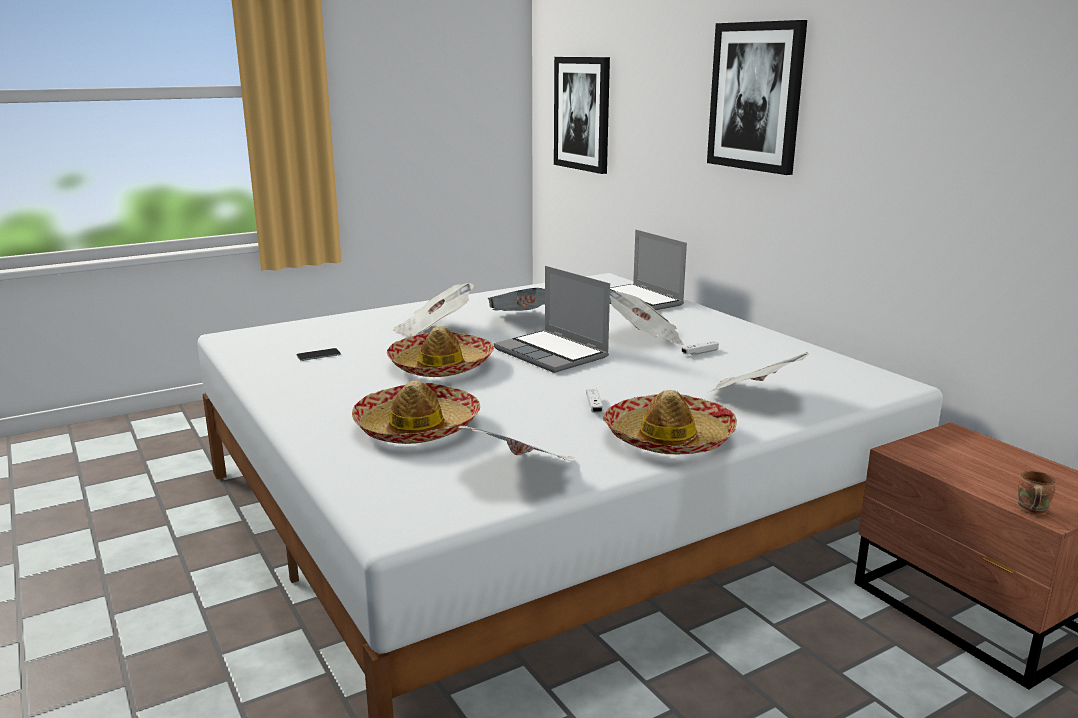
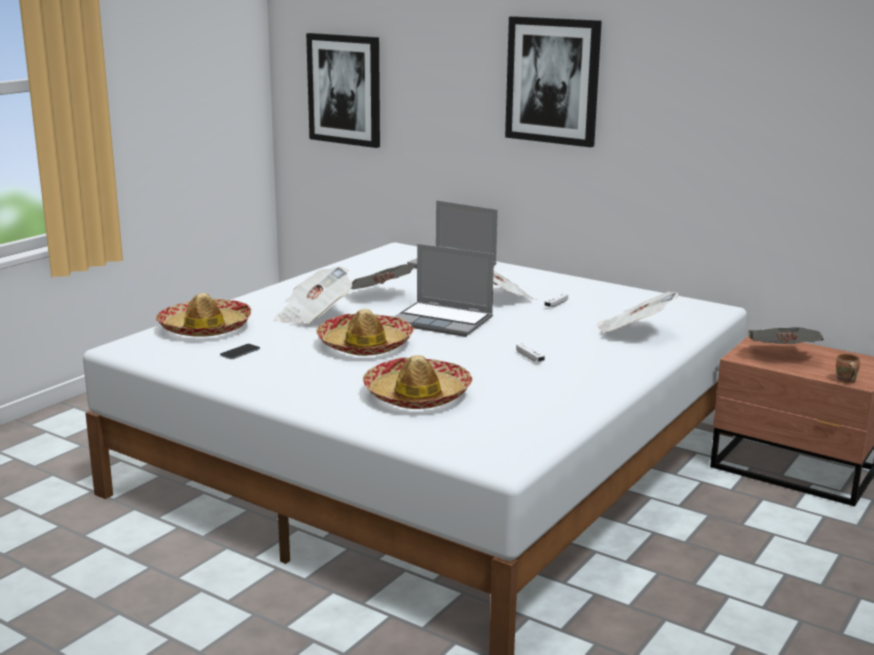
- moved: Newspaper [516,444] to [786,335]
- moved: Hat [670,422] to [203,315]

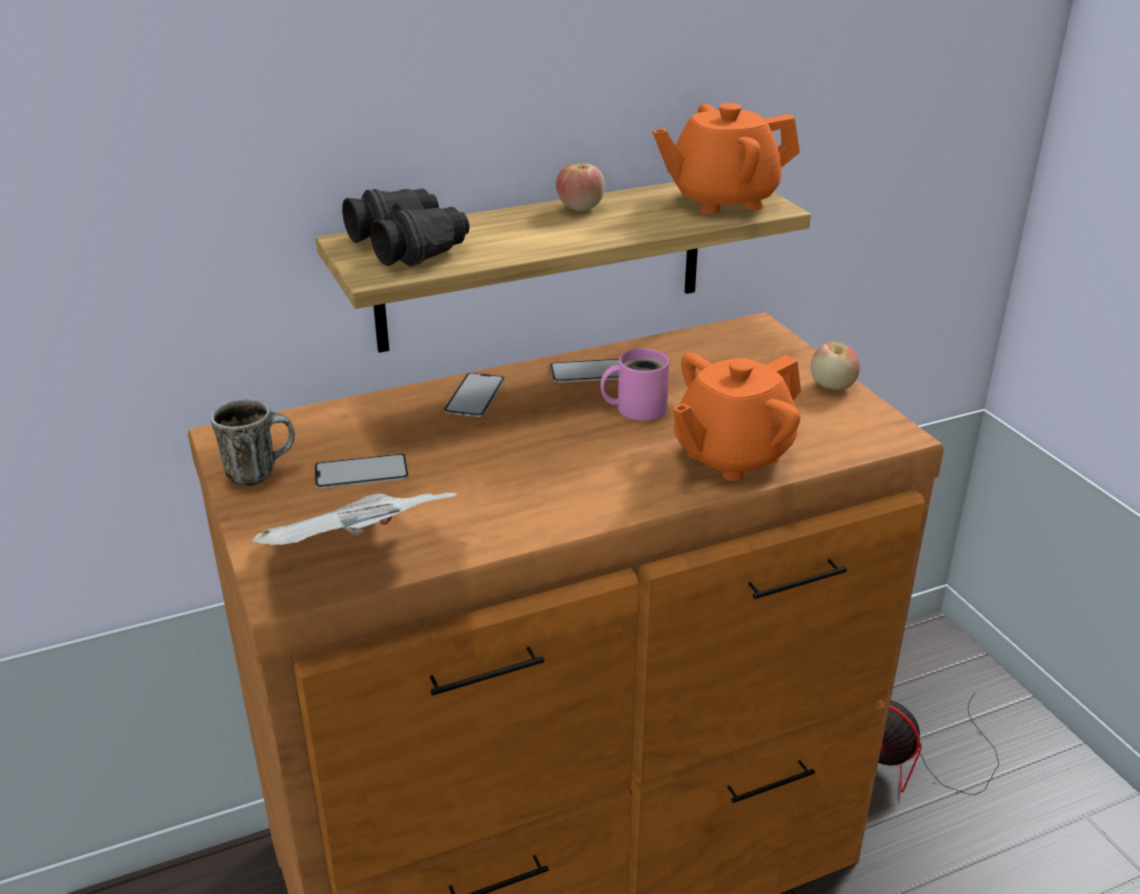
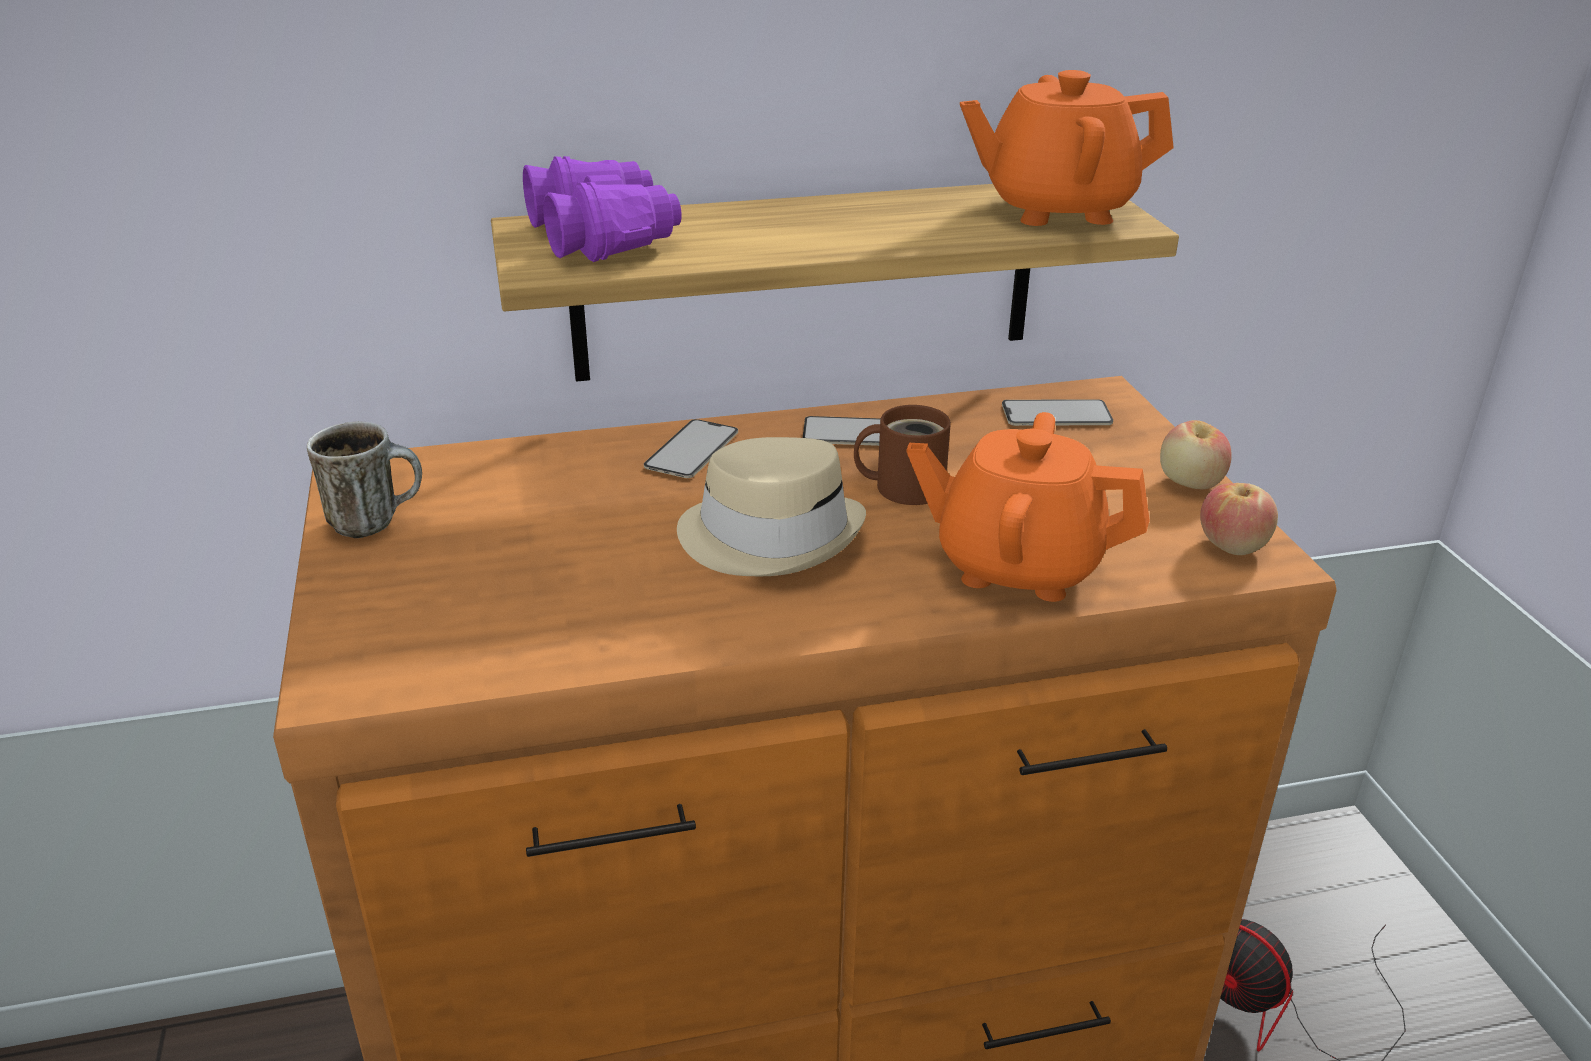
- removed: Newspaper [354,519]
- added: BeigeHat [771,507]
- moved: Phone [361,471] to [1057,412]
- moved: Apple [580,187] to [1239,519]
- recoloured: BlackBinoculars [405,227] to PurpleBinoculars [602,209]
- recoloured: PinkMug [634,384] to BrownMug [902,455]
- turned: OrangeTeapot [737,417] = [1028,507] 45 degrees clockwise

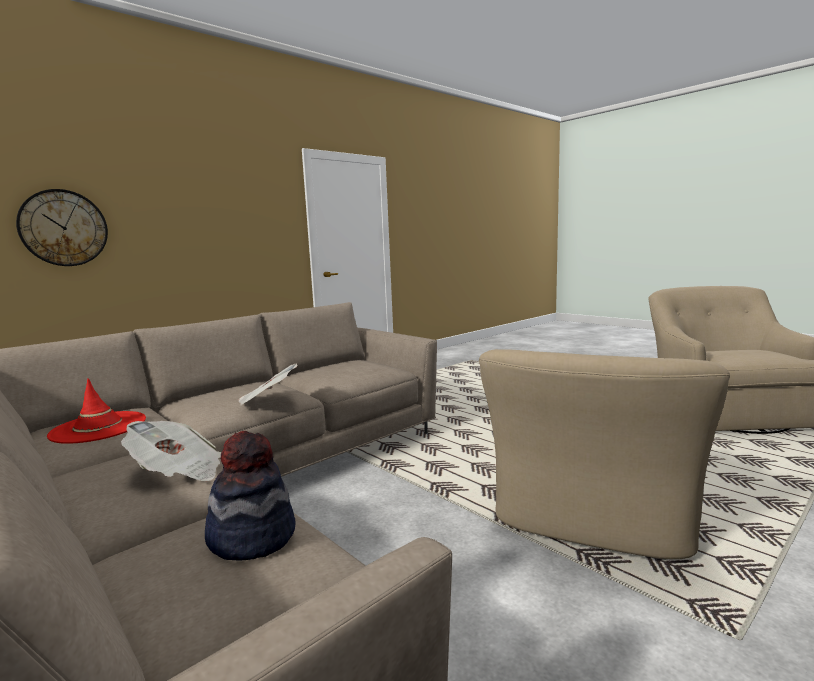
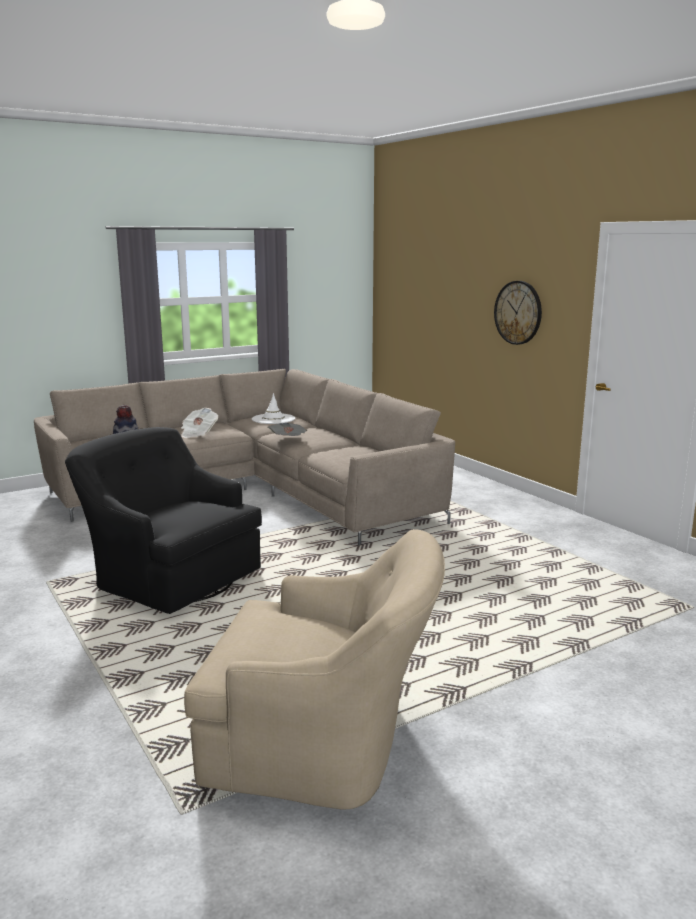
- moved: WallClock [62,227] to [518,313]
- recoloured: RedHat [96,411] to WhiteHat [273,408]
- recoloured: BeigeArmchair [604,454] to BlackArmchair [163,520]

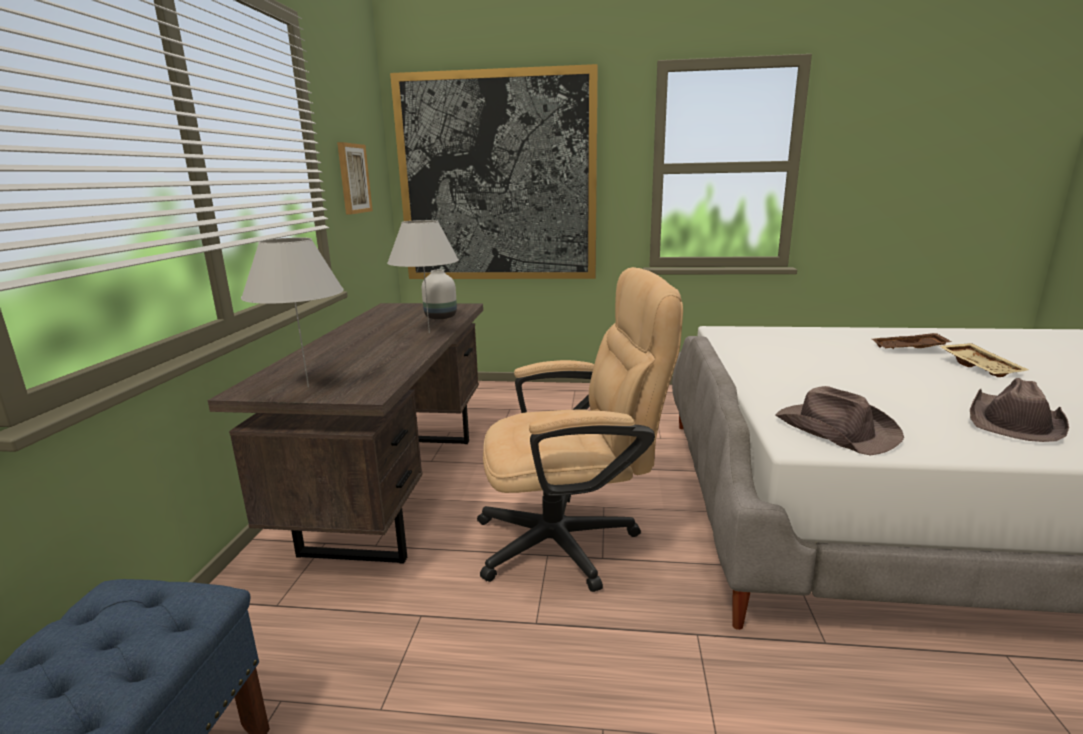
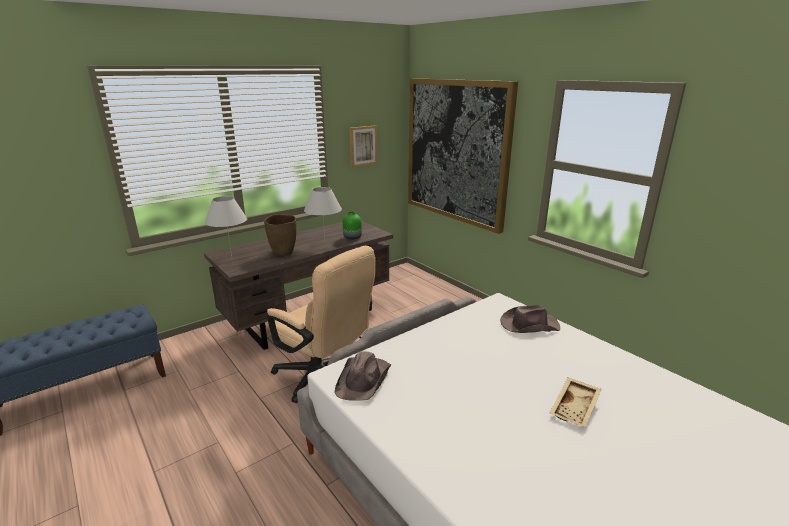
- removed: BrownTray [912,341]
- added: BrownVase [280,235]
- moved: BrownHat [1019,410] to [530,319]
- recoloured: WhiteVase [439,294] to GreenVase [352,225]

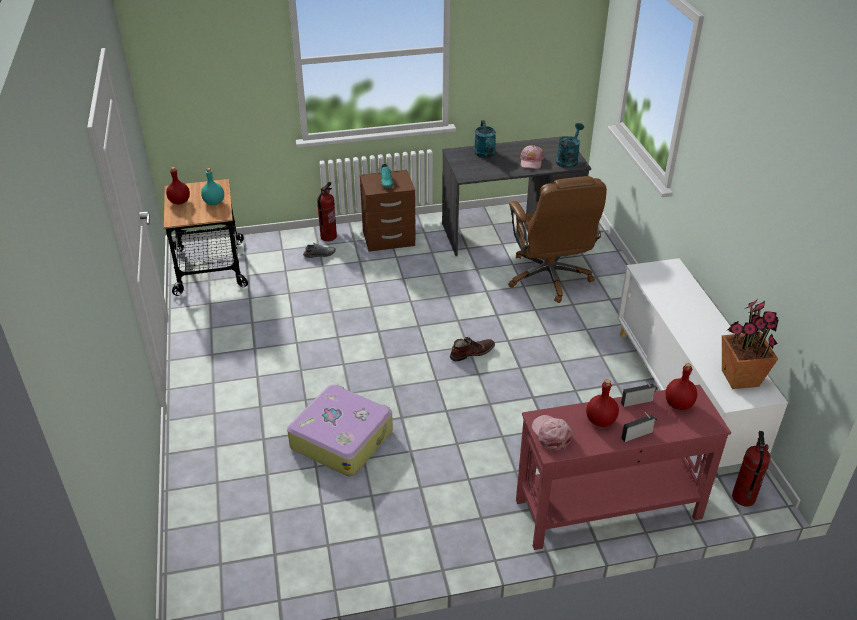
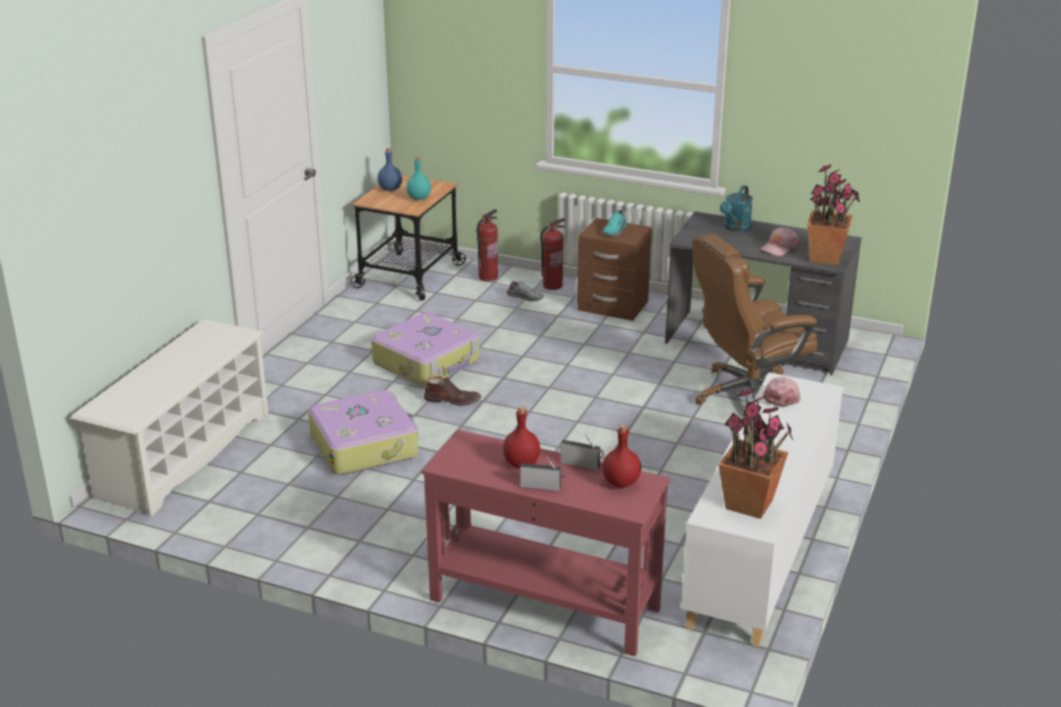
- added: WhiteShoeRack [170,418]
- added: Suitcase [425,349]
- moved: BrownBoot [472,349] to [452,391]
- moved: PinkCap [553,432] to [782,392]
- moved: FireExtinguisher [751,468] to [487,245]
- replaced: TurquoiseWateringCan [570,145] to PottedPlant [833,214]
- recoloured: RedBottle [178,185] to BlueBottle [389,169]
- turned: BrownOfficeChair [557,239] = [755,319] 45 degrees clockwise

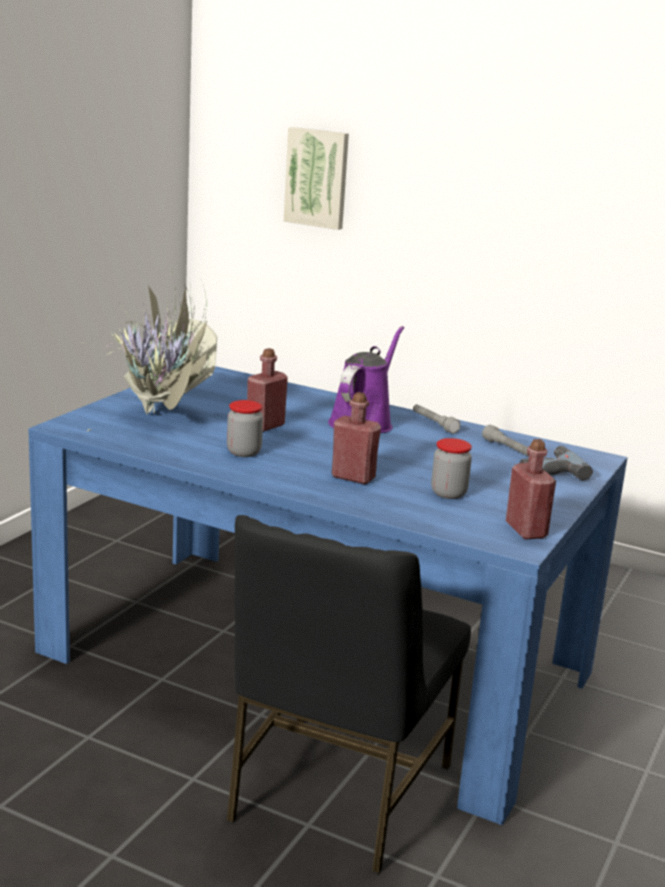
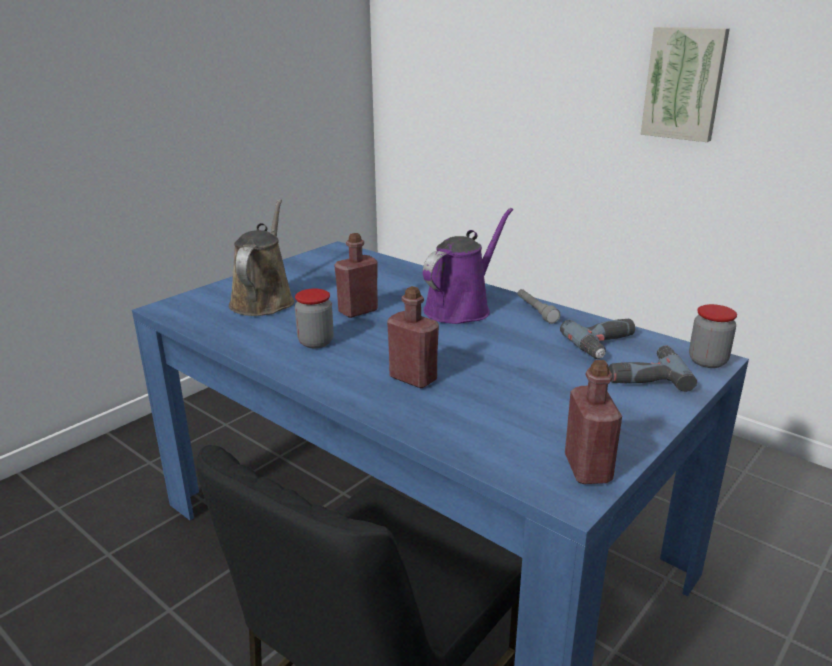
- moved: Picture [316,178] to [685,84]
- moved: Jar [451,468] to [713,336]
- replaced: PottedPlant [152,349] to BrownWateringCan [261,257]
- replaced: GreyFlashlight [505,441] to PowerDrill [597,339]

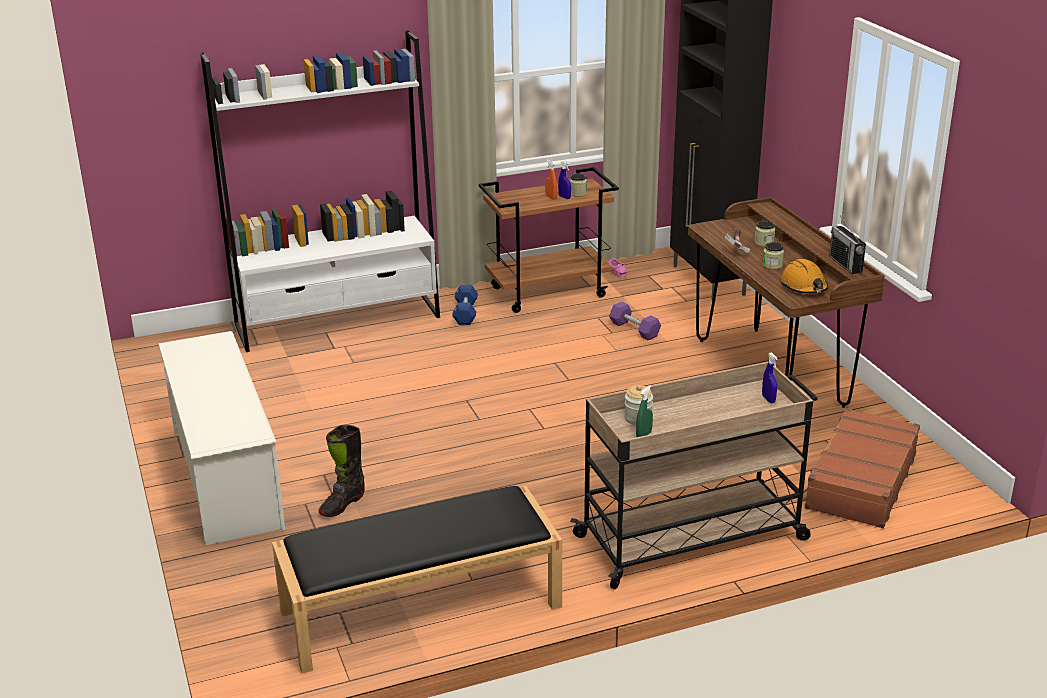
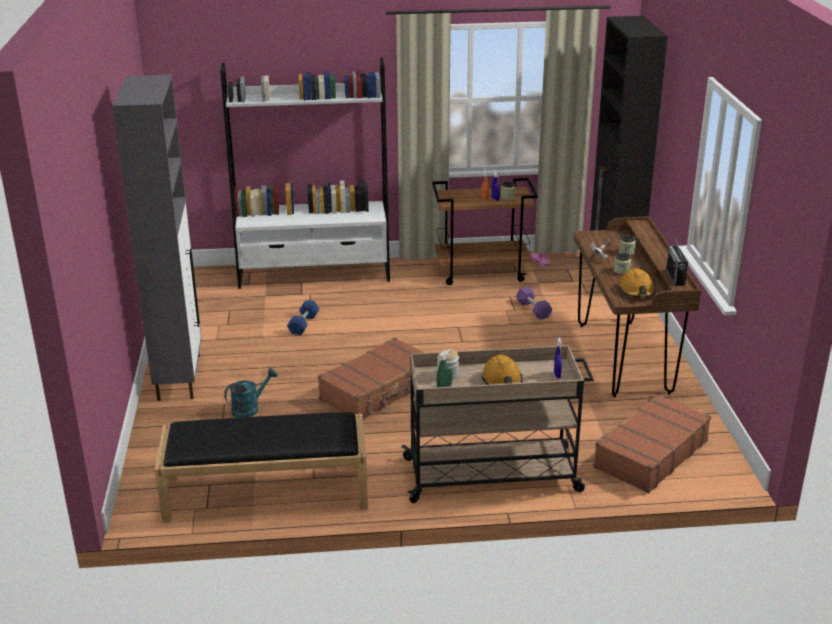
- added: BrownSuitcase [371,377]
- added: OrangeHardHat [502,370]
- moved: BlueDumbbell [465,305] to [303,317]
- replaced: WhiteShoeRack [221,438] to GreyCabinet [156,238]
- replaced: BlackBoot [341,471] to TurquoiseWateringCan [251,393]

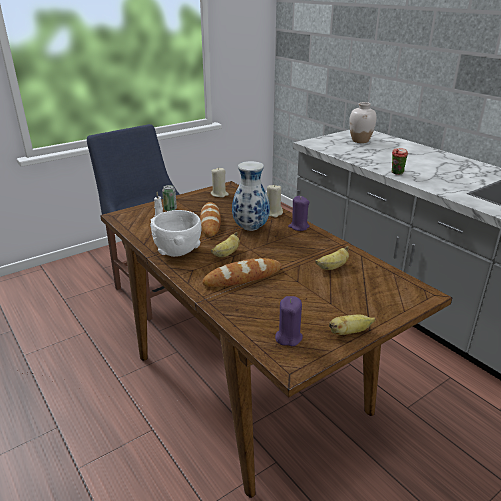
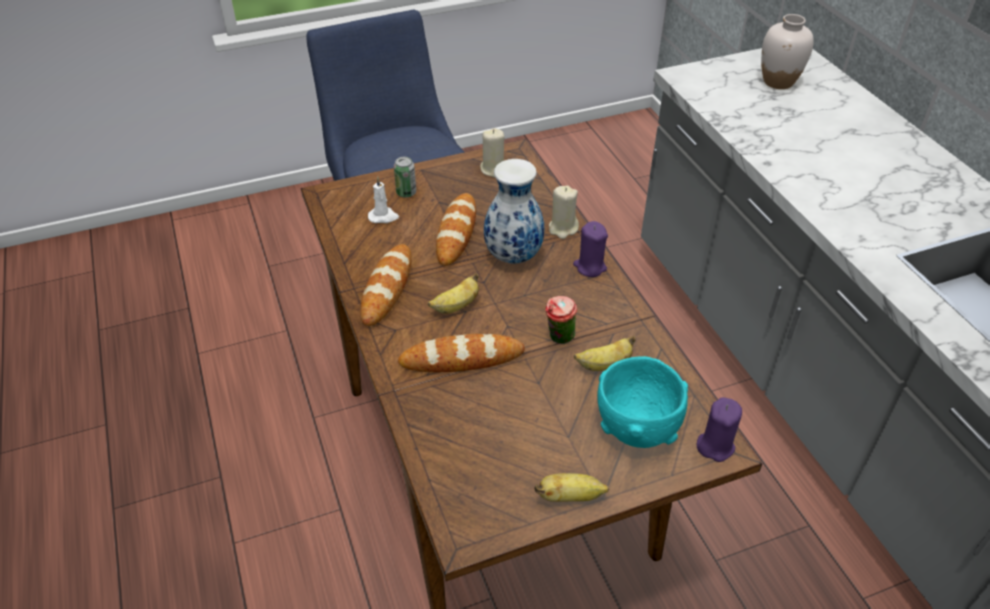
- added: TurquoiseBowl [642,402]
- moved: PurpleCandle [289,321] to [719,429]
- moved: Cup [399,161] to [561,320]
- replaced: WhiteBowl [175,233] to Bread [386,285]

